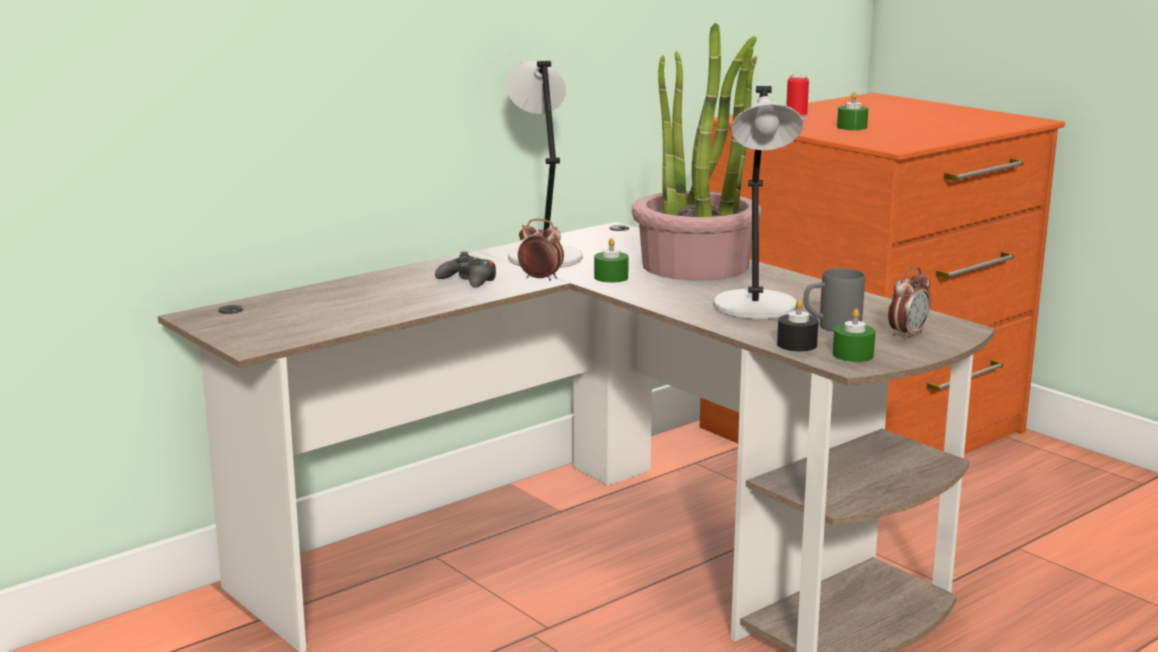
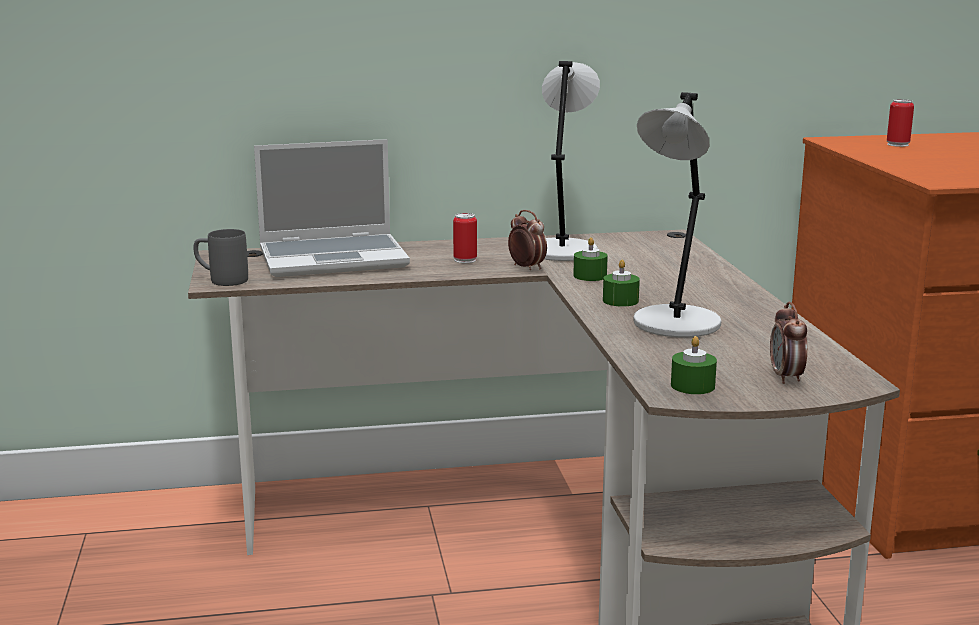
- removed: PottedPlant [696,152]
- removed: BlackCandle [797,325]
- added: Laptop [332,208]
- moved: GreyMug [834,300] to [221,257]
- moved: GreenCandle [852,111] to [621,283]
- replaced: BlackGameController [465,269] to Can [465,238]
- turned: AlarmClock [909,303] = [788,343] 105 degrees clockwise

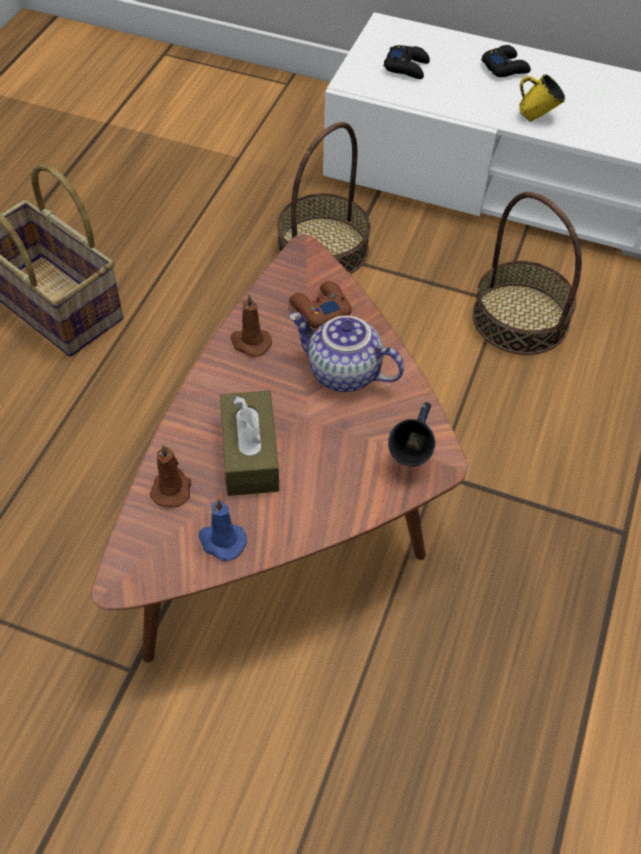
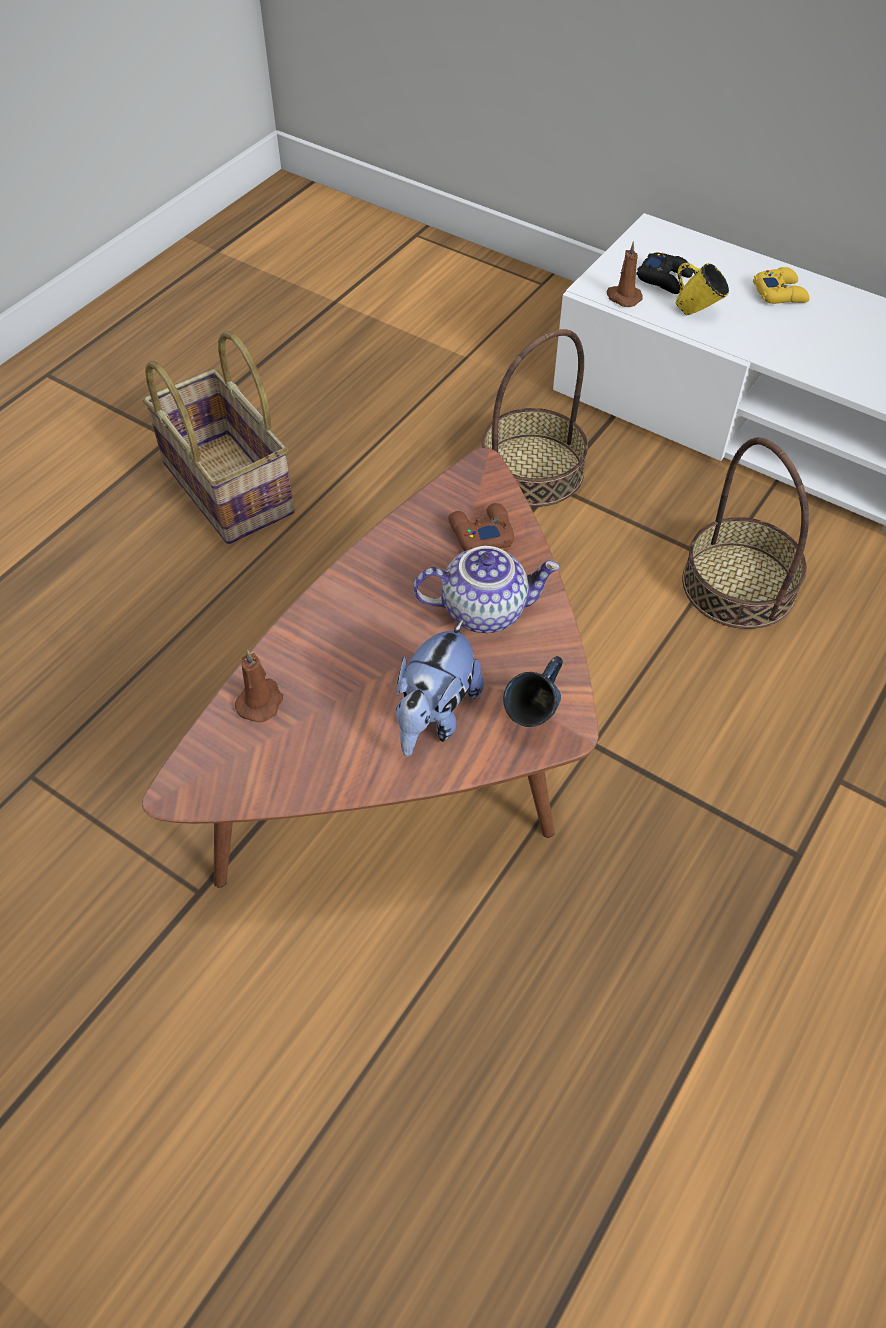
- removed: BlueCandle [223,529]
- removed: BrownTissueBox [249,443]
- added: PlushToy [440,688]
- moved: BrownCandle [251,325] to [625,274]
- moved: YellowMug [542,98] to [702,289]
- recoloured: BlackGameController [506,61] to YellowGameController [781,285]
- turned: Teapot [346,352] = [486,589] 135 degrees clockwise

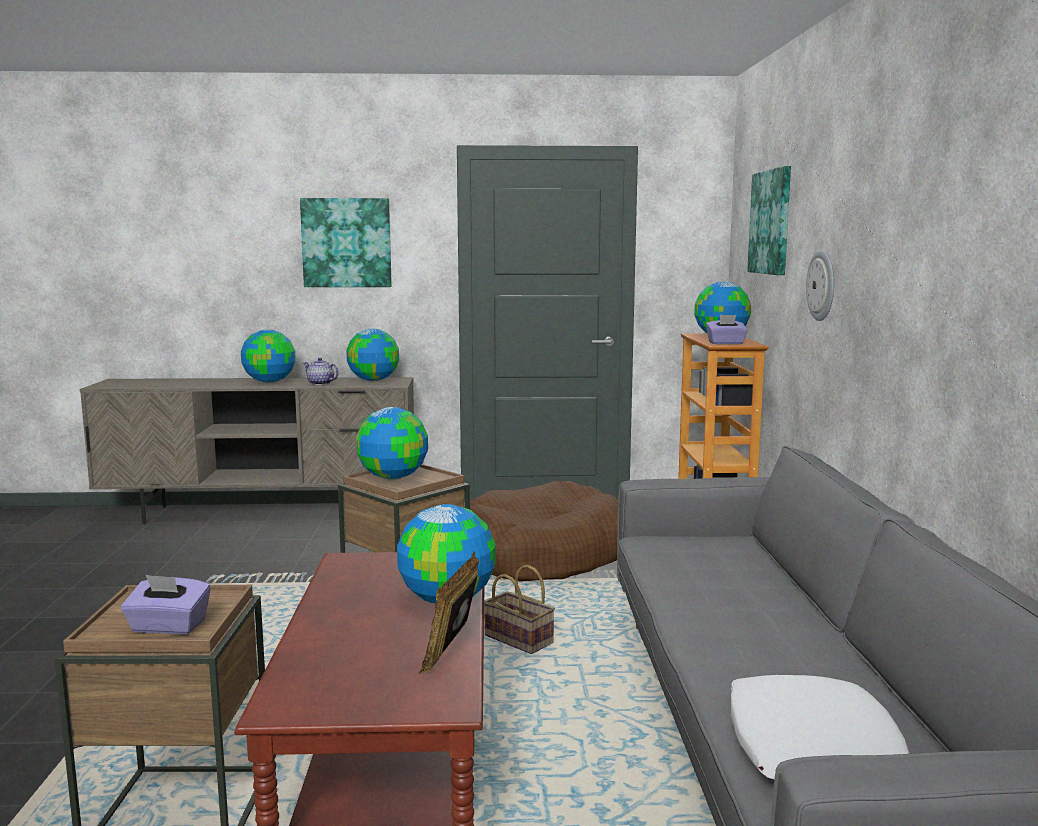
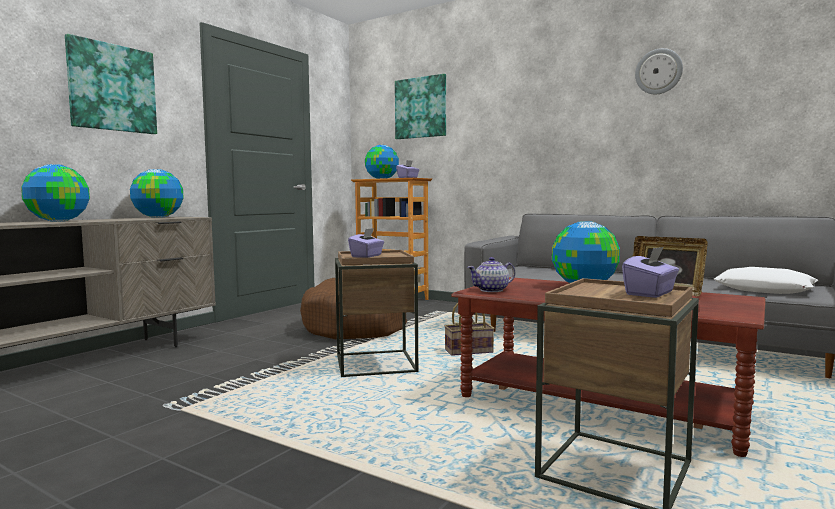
- moved: Teapot [321,371] to [491,274]
- moved: WallClock [820,285] to [659,71]
- replaced: Globe [392,443] to PurpleTissueBox [366,243]

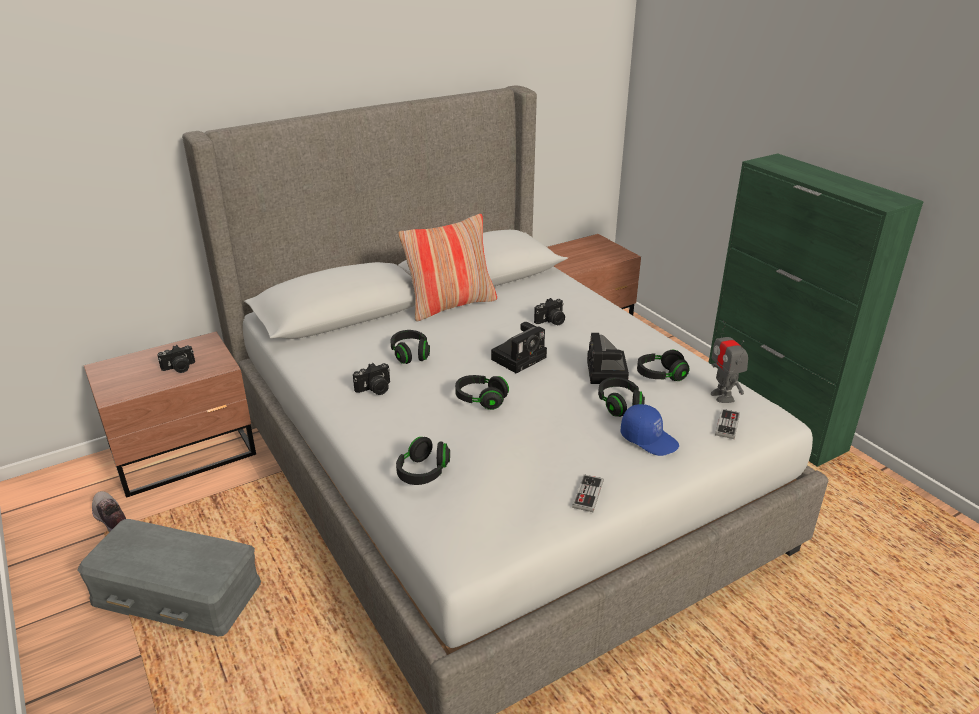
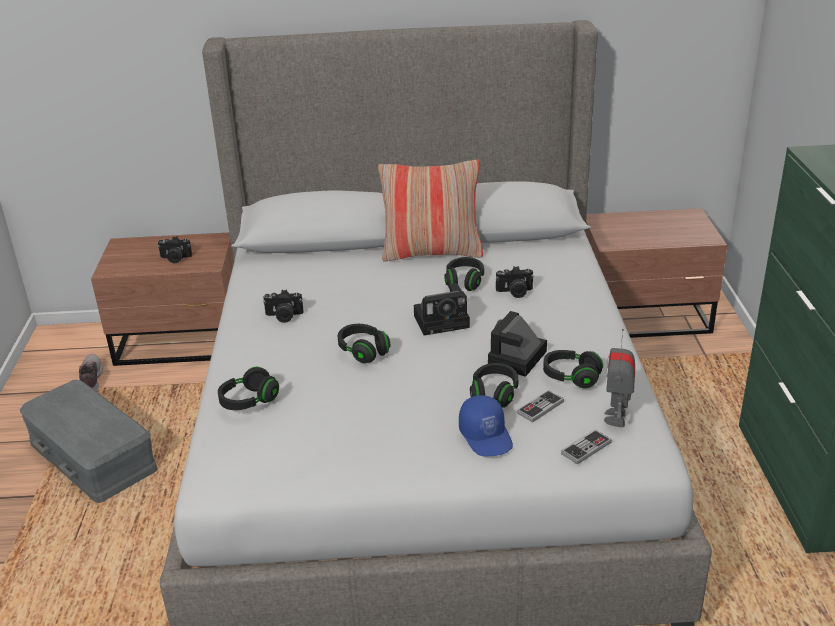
- moved: BlackHeadphones [410,347] to [464,274]
- moved: GameController [588,493] to [540,406]

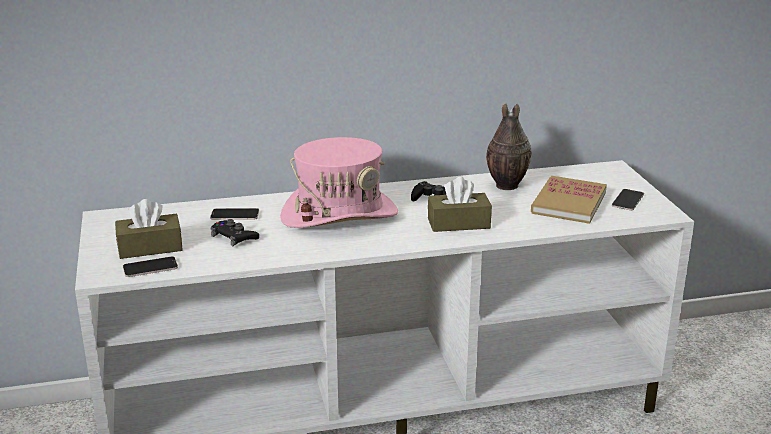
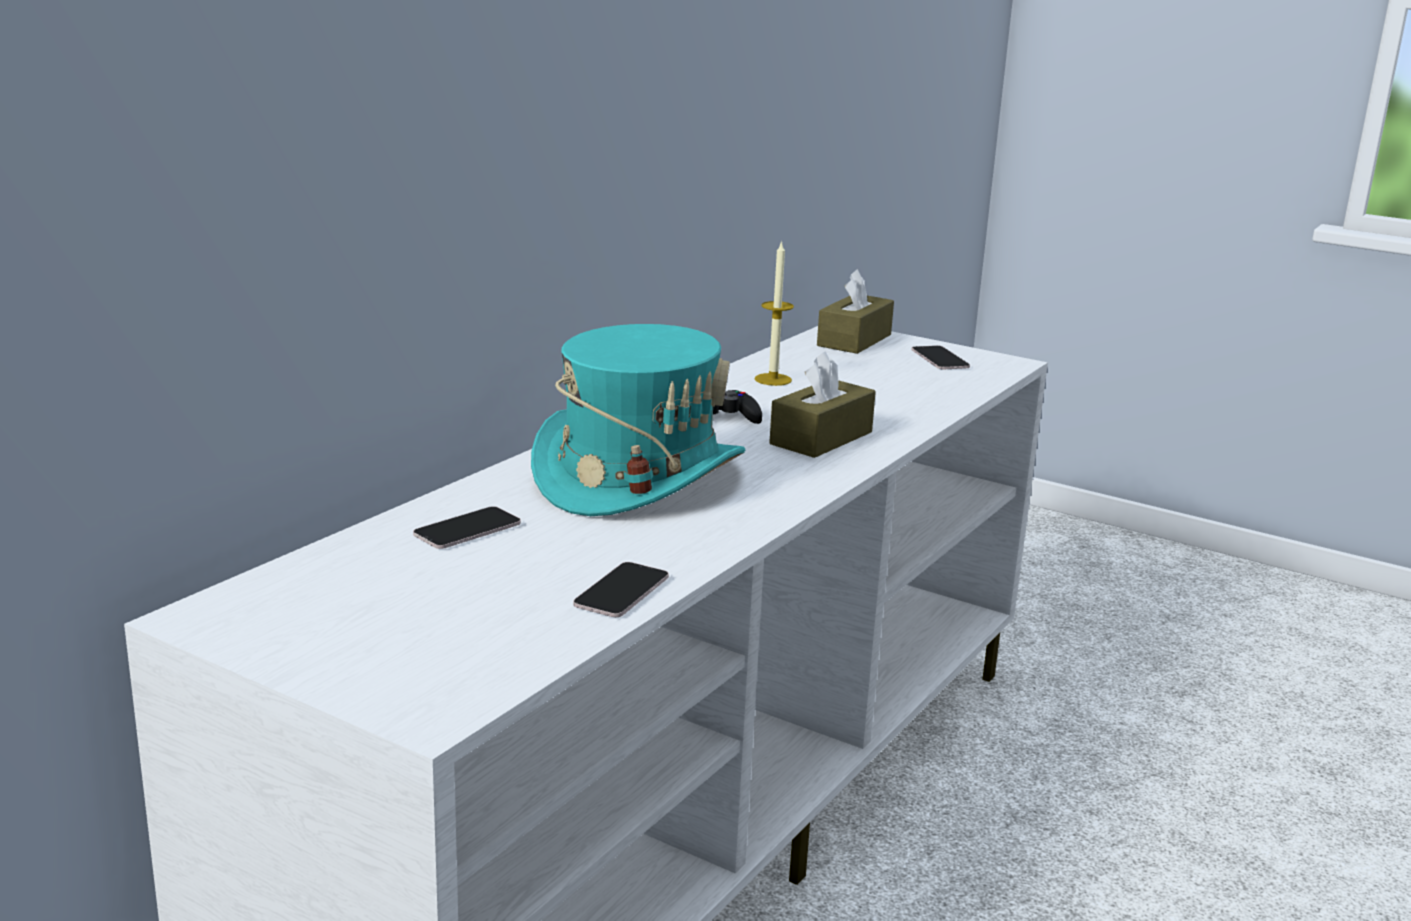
- removed: BlackGameController [234,232]
- removed: Book [569,200]
- moved: BrownTissueBox [149,229] to [855,311]
- moved: Phone [150,266] to [621,589]
- replaced: Vase [509,147] to Candle [774,313]
- recoloured: PinkHat [339,182] to TurquoiseHat [638,420]

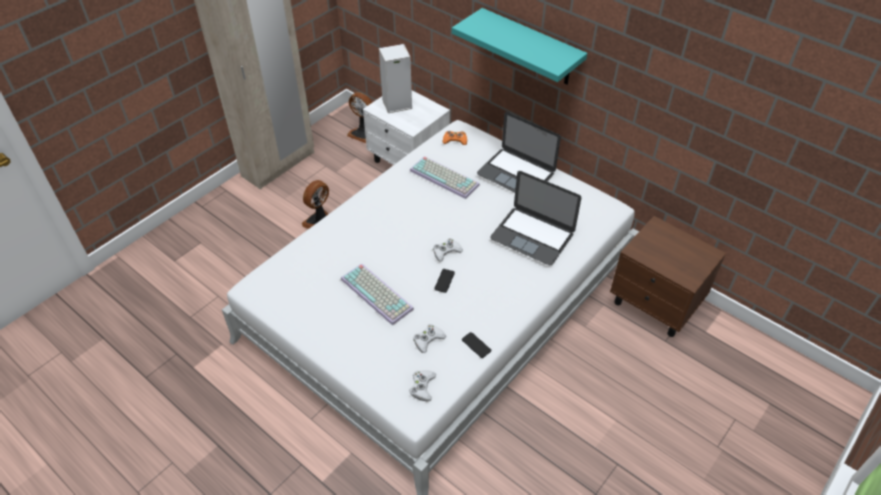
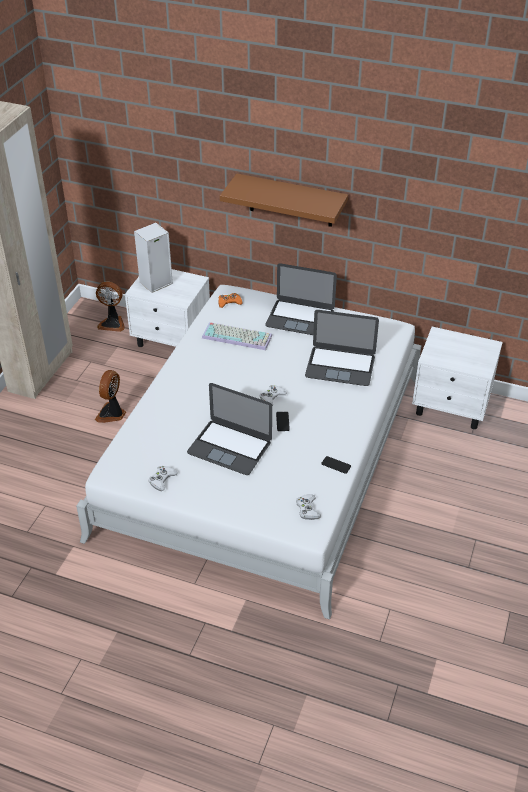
- moved: WhiteGameController [429,338] to [163,478]
- replaced: Keyboard [377,294] to Laptop [229,429]
- recoloured: TurquoiseShelf [519,46] to BrownShelf [284,200]
- recoloured: BrownNightstand [668,276] to WhiteNightstand [457,378]

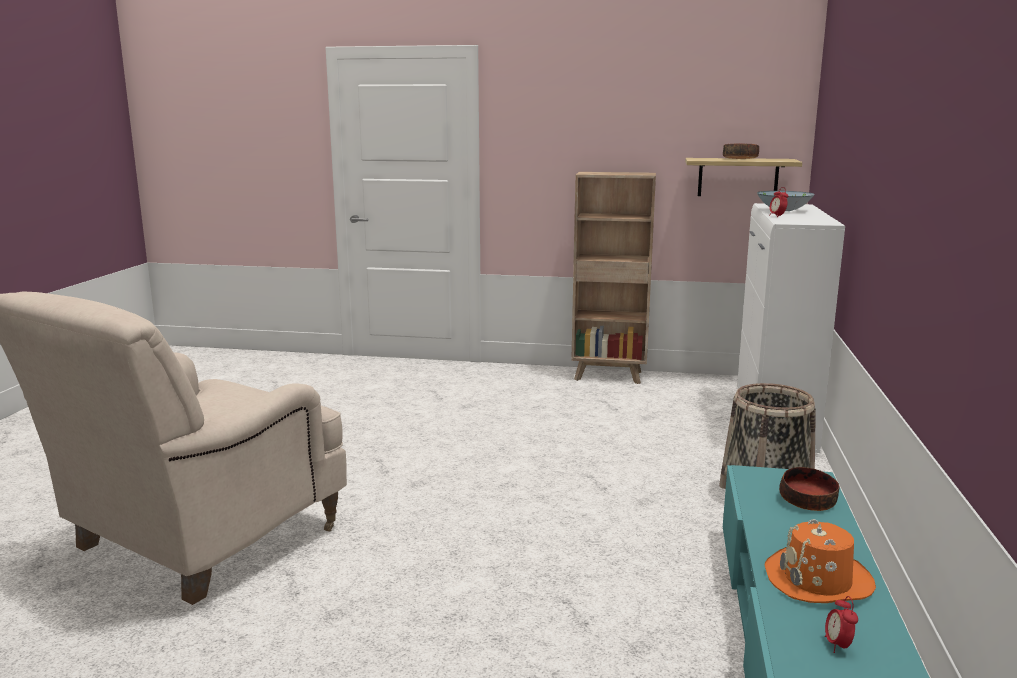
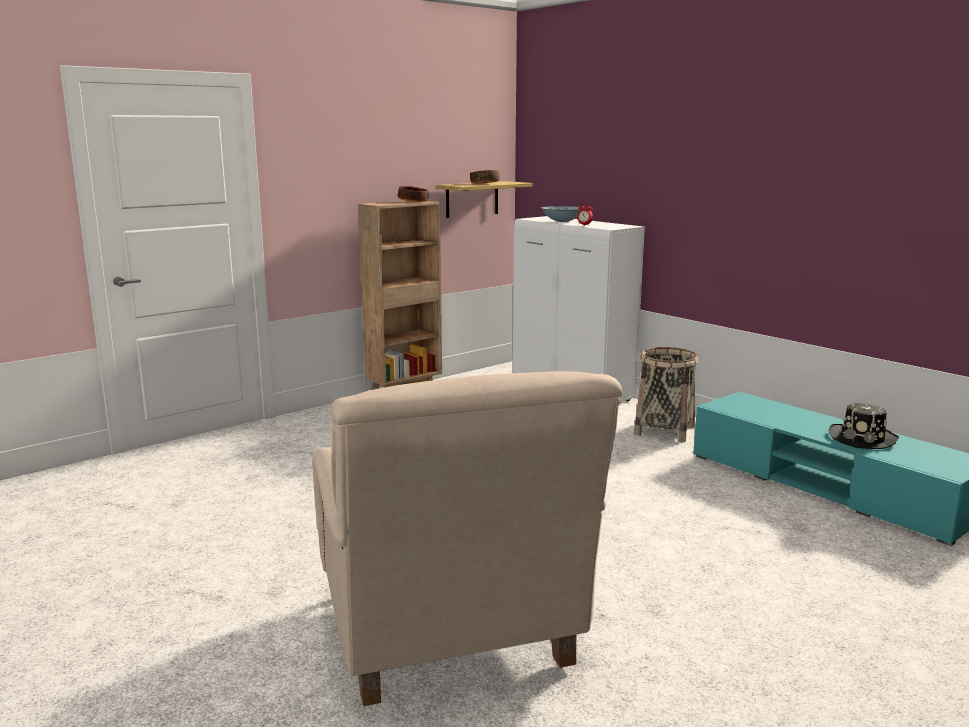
- removed: AlarmClock [841,624]
- moved: Bowl [809,489] to [413,194]
- recoloured: OrangeHat [820,561] to BlackHat [864,425]

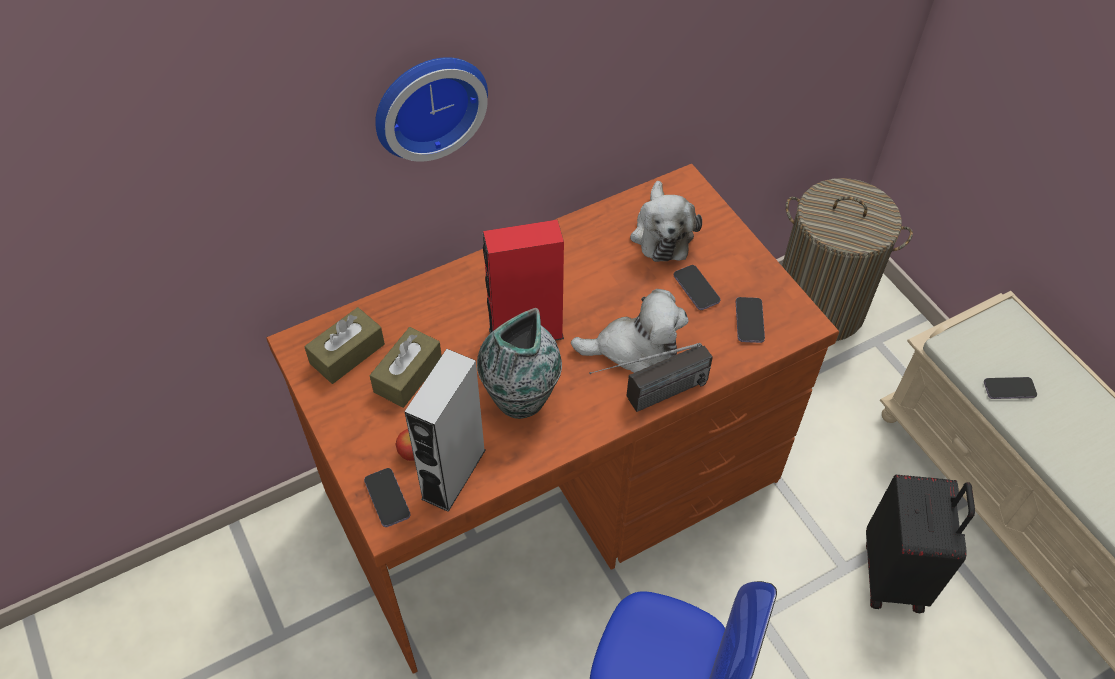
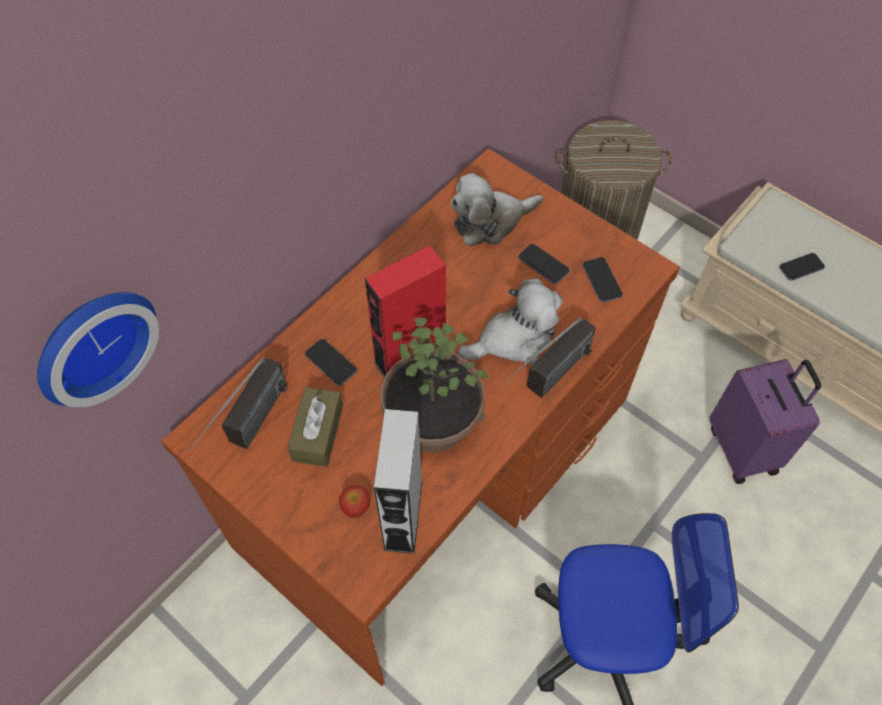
- moved: Phone [387,497] to [331,362]
- moved: WallClock [431,109] to [98,350]
- replaced: BrownTissueBox [344,345] to Radio [238,404]
- replaced: Vase [519,363] to PottedPlant [435,385]
- recoloured: BlackSuitcase [920,543] to PurpleSuitcase [765,421]
- turned: PlushToy [666,221] = [497,209] 90 degrees clockwise

